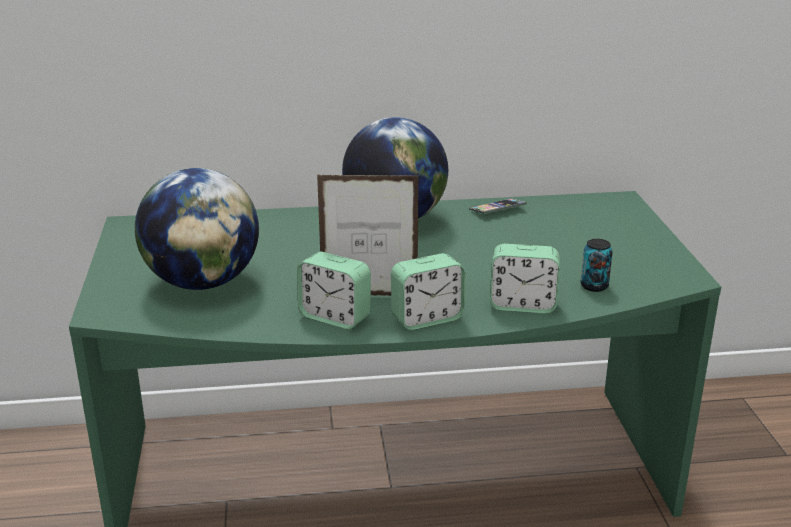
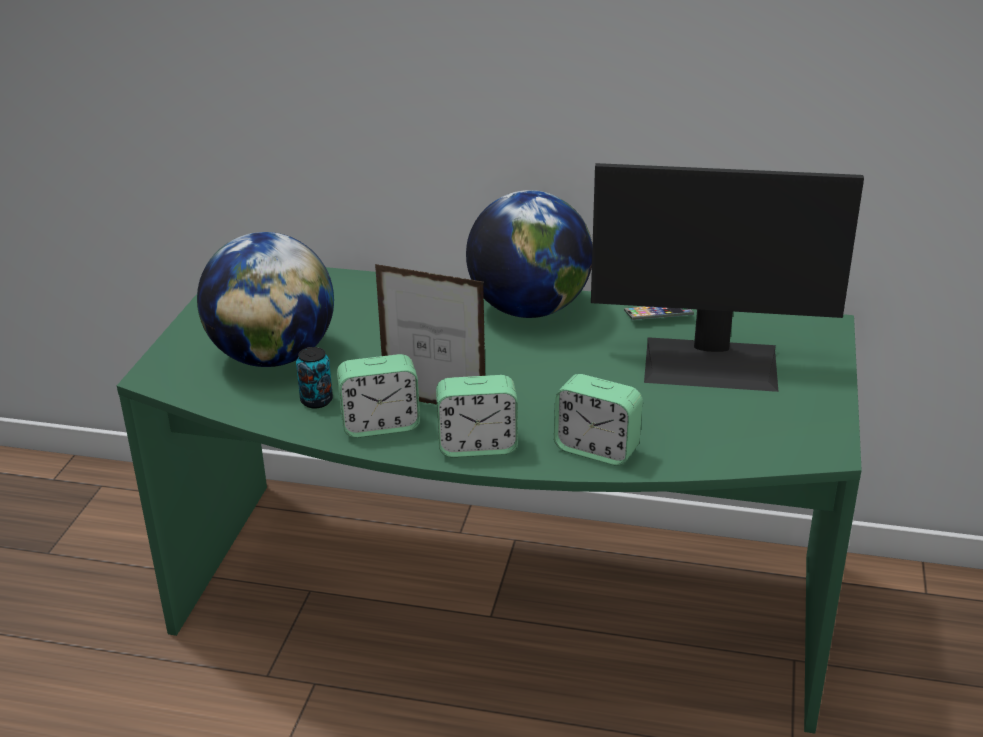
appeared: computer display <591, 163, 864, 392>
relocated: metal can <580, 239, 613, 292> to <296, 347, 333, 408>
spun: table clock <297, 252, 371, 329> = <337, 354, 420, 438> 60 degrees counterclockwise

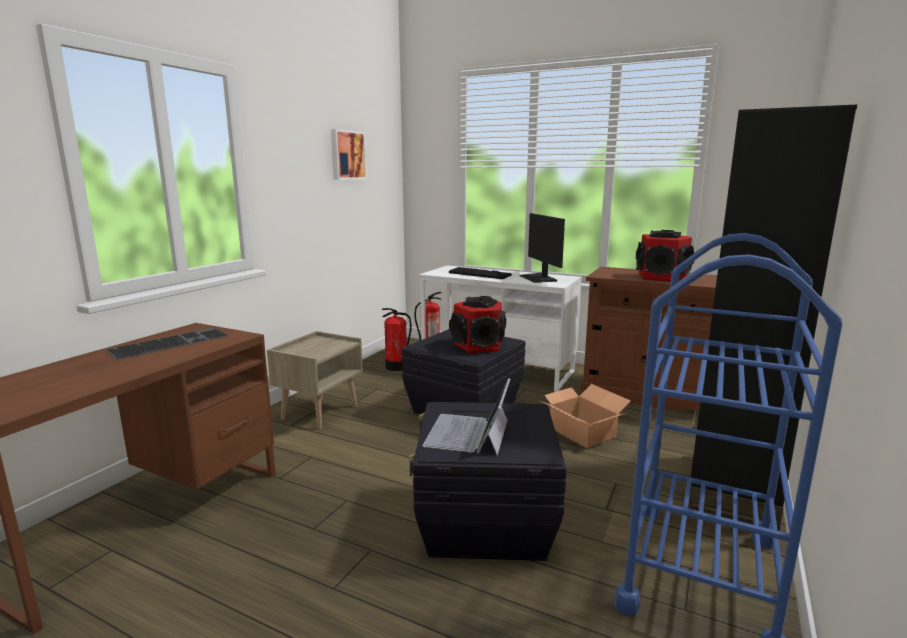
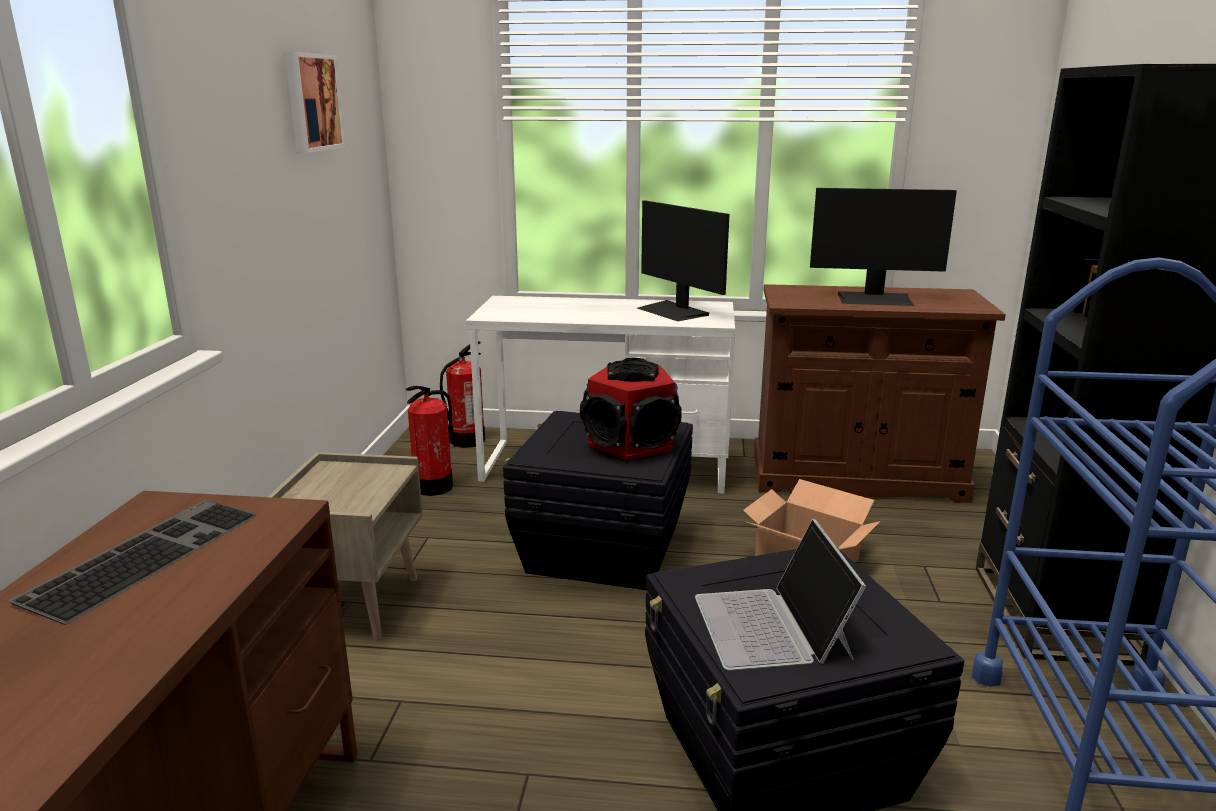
missing: keyboard <449, 267, 511, 279>
exchanged: audio speaker <636, 230, 695, 282> to computer display <810, 188, 957, 306>

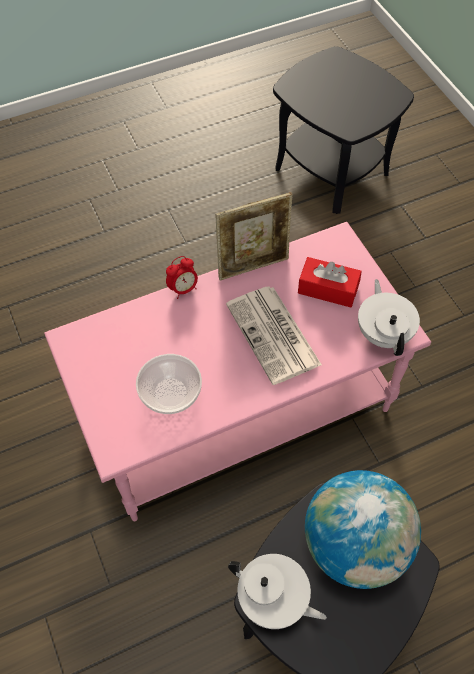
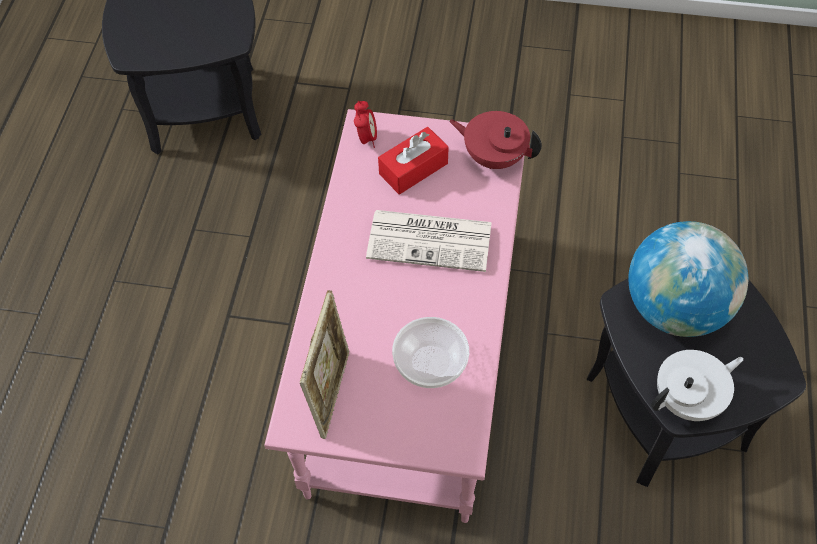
relocated: picture frame <215, 192, 293, 280> to <300, 290, 349, 439>; table clock <166, 256, 198, 299> to <354, 101, 377, 148>
colour: teapot (whitish) <358, 279, 420, 356> to teapot (red) <449, 111, 542, 169>

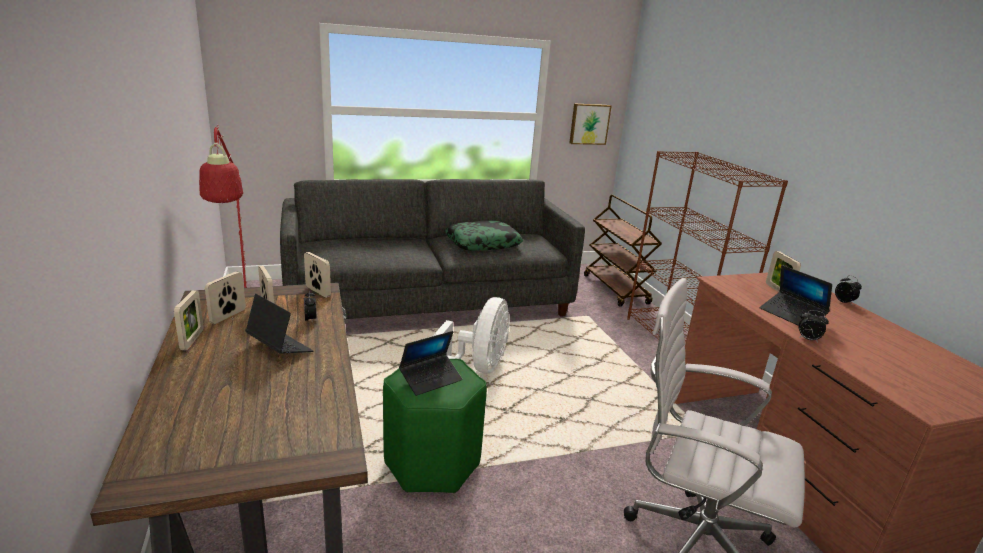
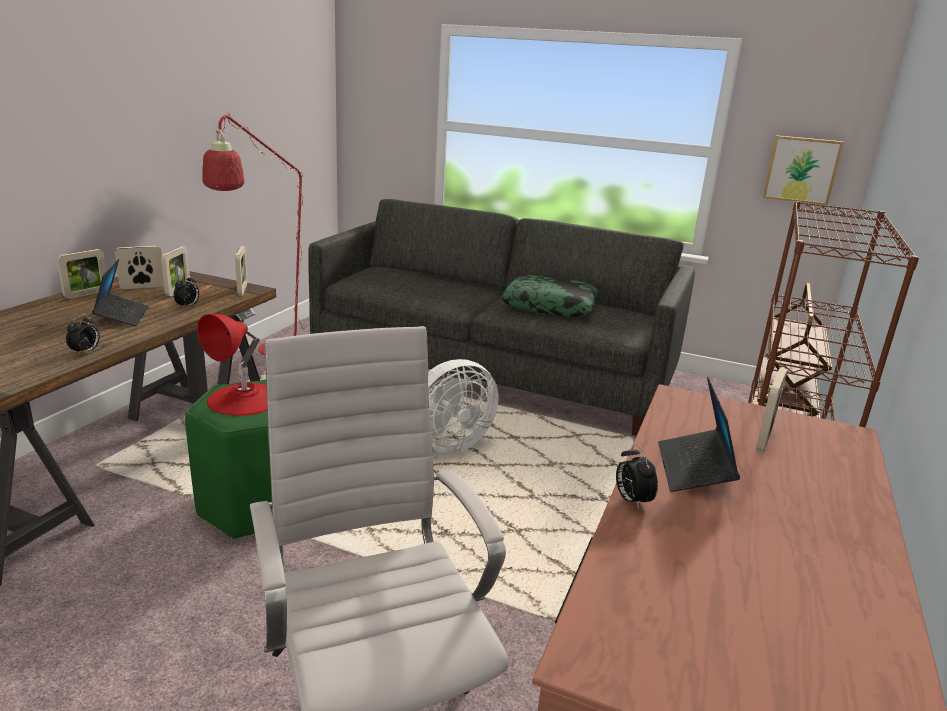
relocated: table clock <835, 275, 862, 305> to <66, 314, 100, 355>
exchanged: laptop <399, 331, 462, 396> to lamp for a table (red) <197, 314, 267, 416>

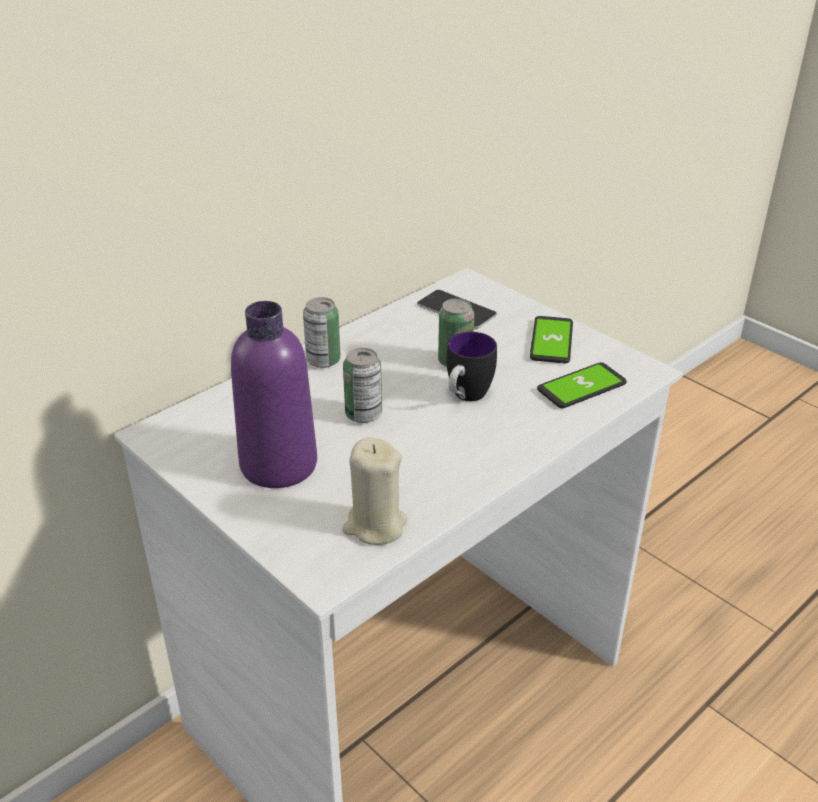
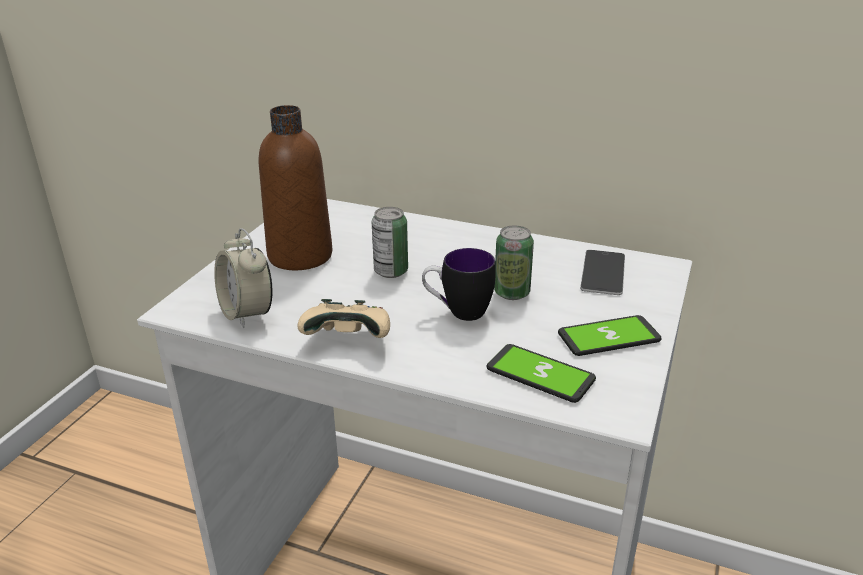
missing: metal can <303, 297, 341, 368>
appeared: game controller (beige-coloured) <297, 299, 390, 338>
exchanged: wax candle (beige-coloured) <342, 437, 407, 545> to table clock <214, 228, 272, 328>
colour: drink bottle (purplish) <231, 301, 317, 488> to drink bottle (brown-coloured) <259, 105, 332, 270>

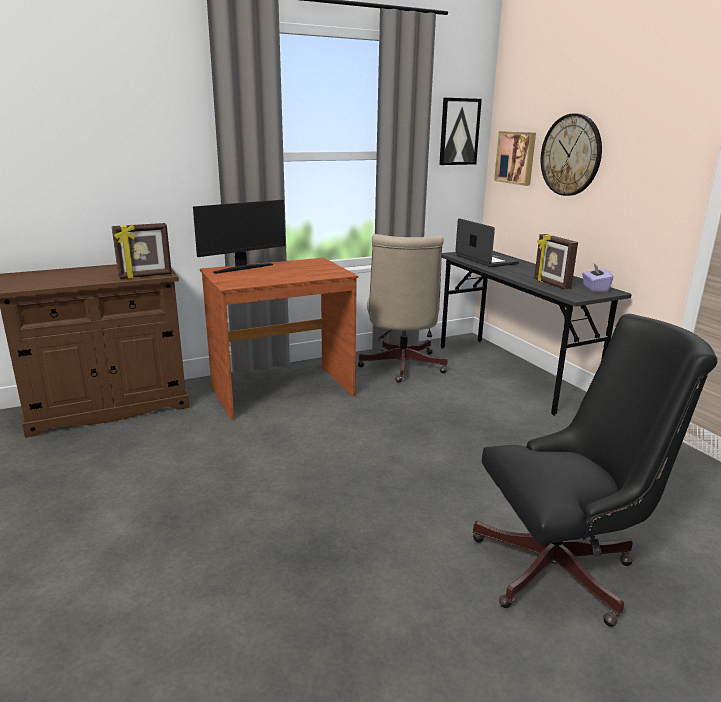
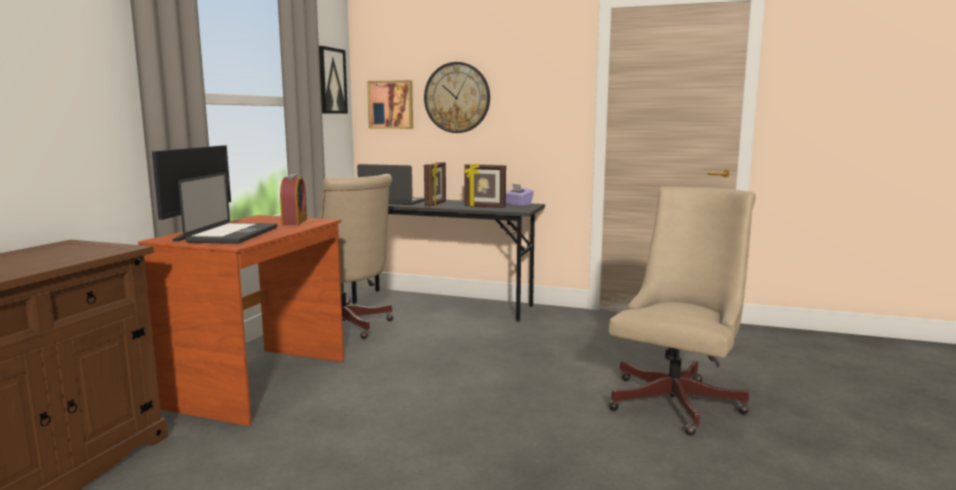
appeared: laptop <178, 172, 277, 244>; table clock <280, 174, 307, 225>
relocated: picture frame <112, 223, 172, 279> to <424, 162, 446, 206>
colour: computer chair (black-coloured) <473, 314, 717, 627> to computer chair (beige-coloured) <608, 187, 756, 435>

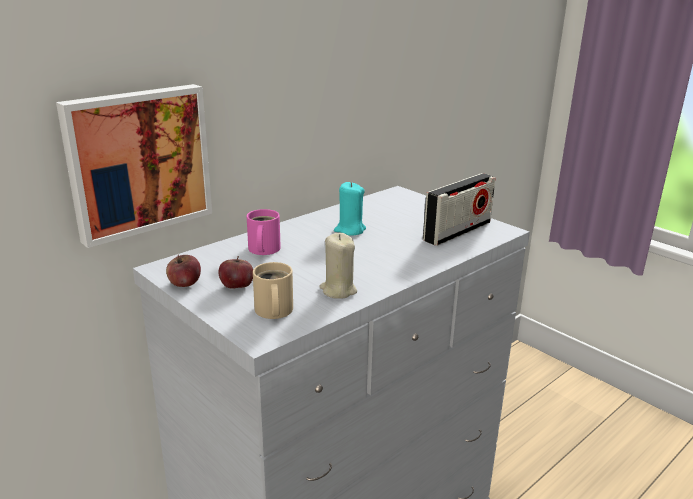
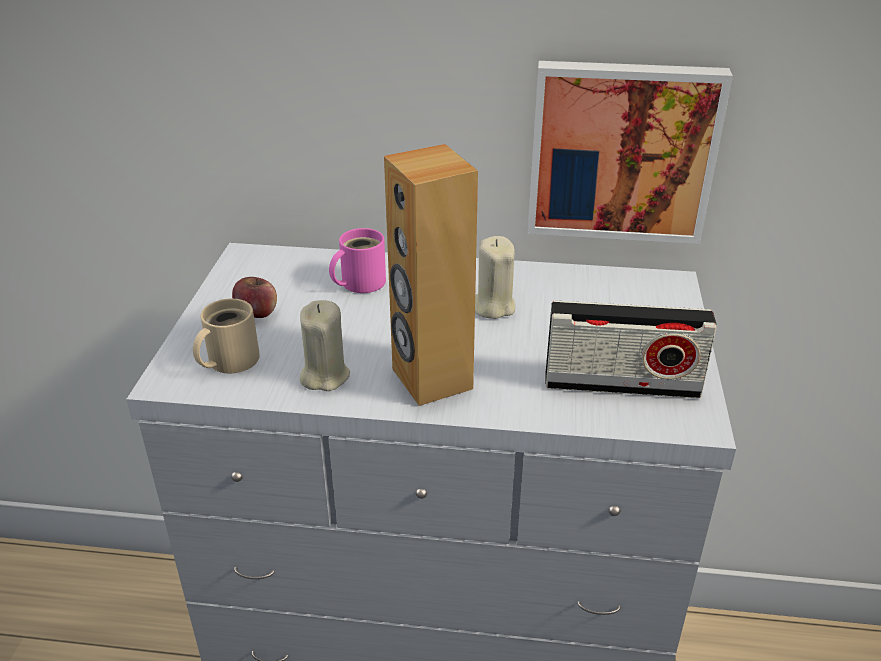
missing: apple fruit <166, 255, 201, 287>
appeared: audio speaker (brown-coloured) <384, 144, 478, 406>
relocated: picture <56, 84, 212, 248> to <527, 61, 733, 244>
colour: wax candle (blue-green) <334, 182, 366, 236> to wax candle (beige-coloured) <475, 236, 515, 319>

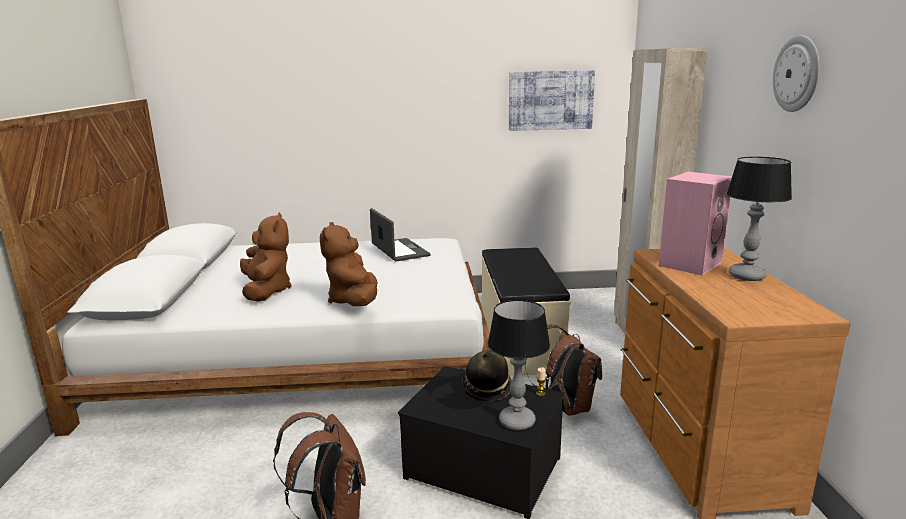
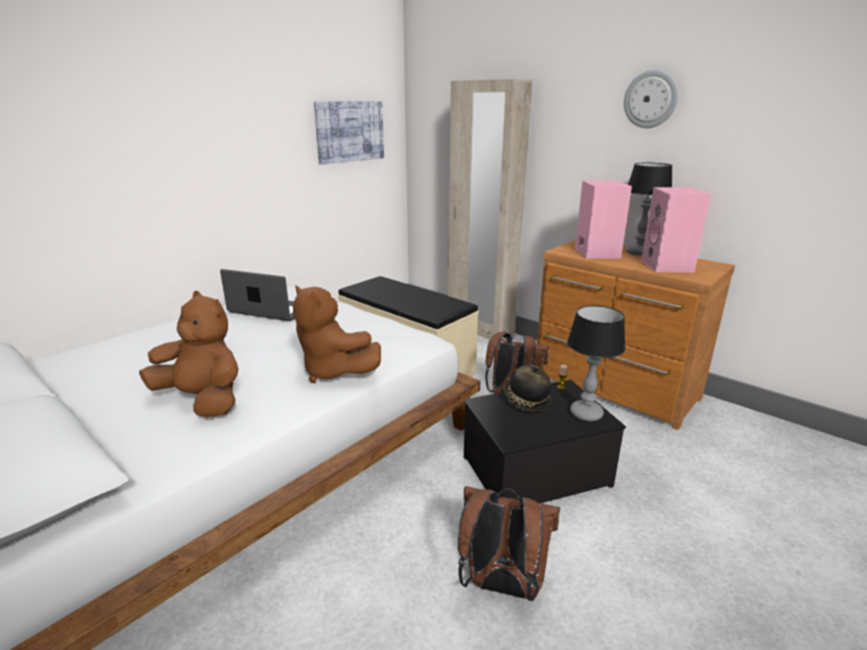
appeared: audio speaker (pink) <641, 187, 711, 273>

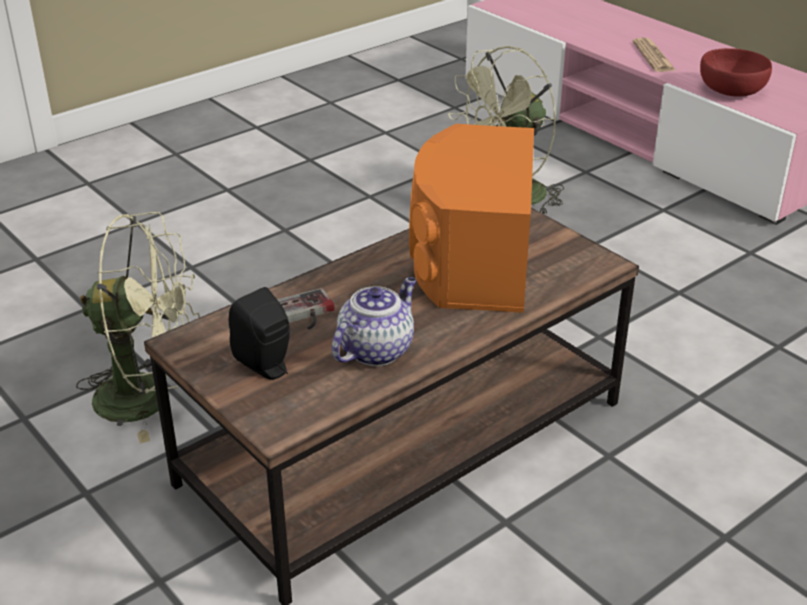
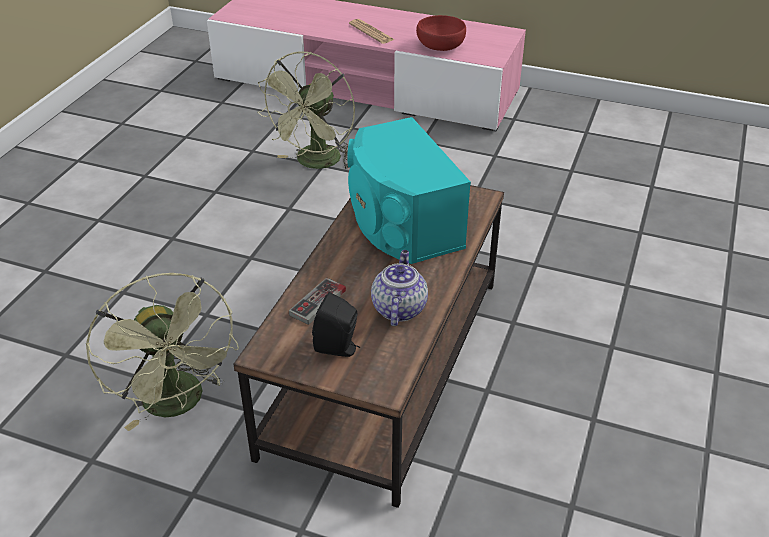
colour: audio speaker (orangey) <409, 124, 534, 313> to audio speaker (blue-green) <347, 117, 471, 264>
spun: cooling fan (green) <76, 212, 200, 444> = <86, 273, 239, 431> 90 degrees clockwise

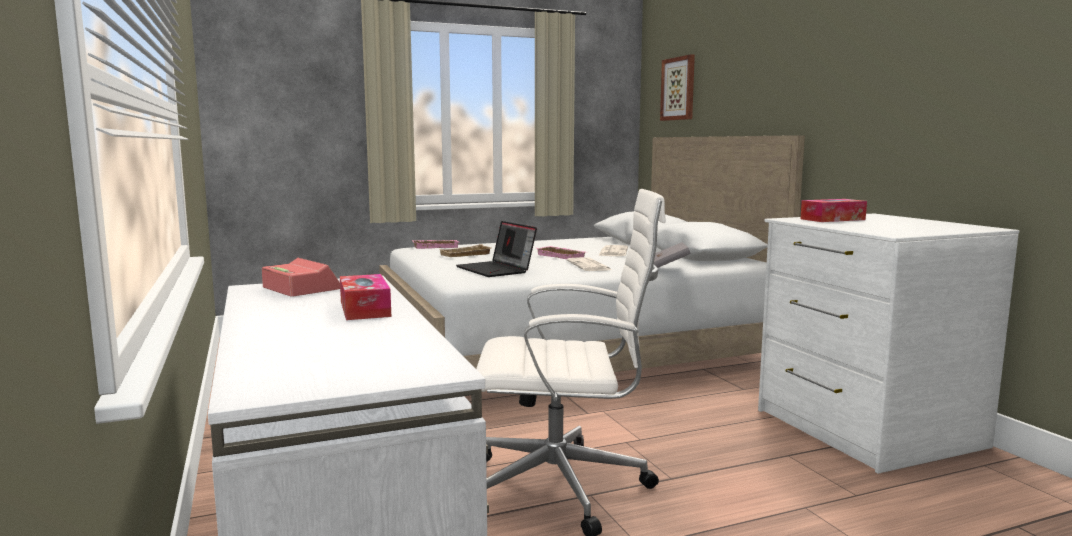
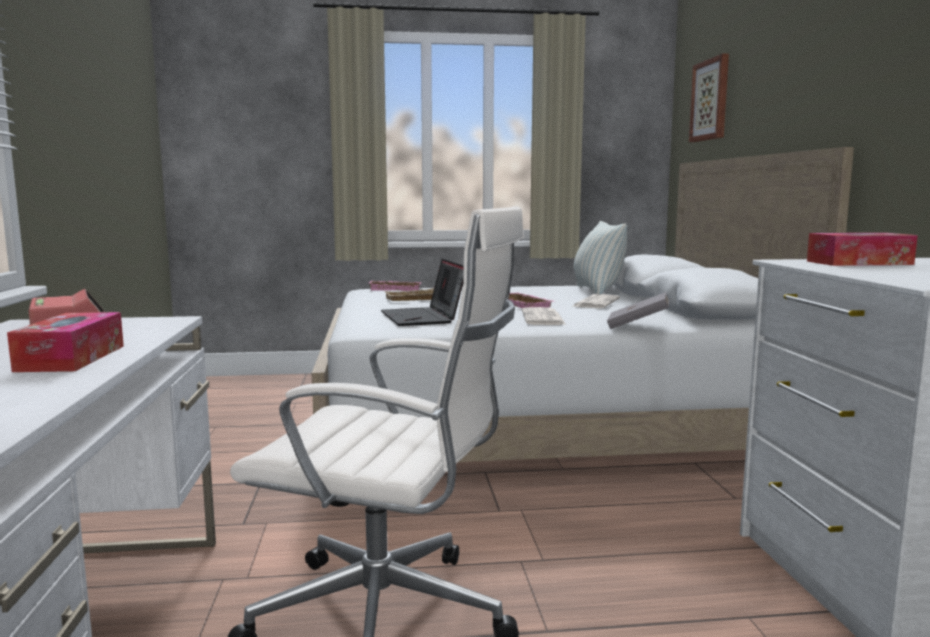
appeared: throw pillow <574, 221, 627, 294>

